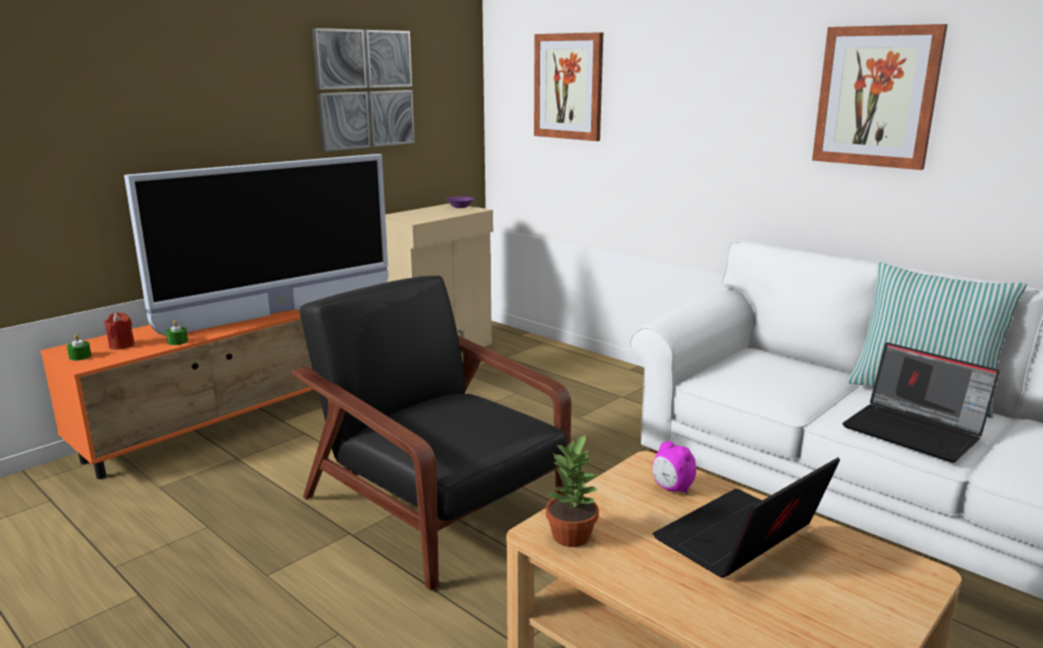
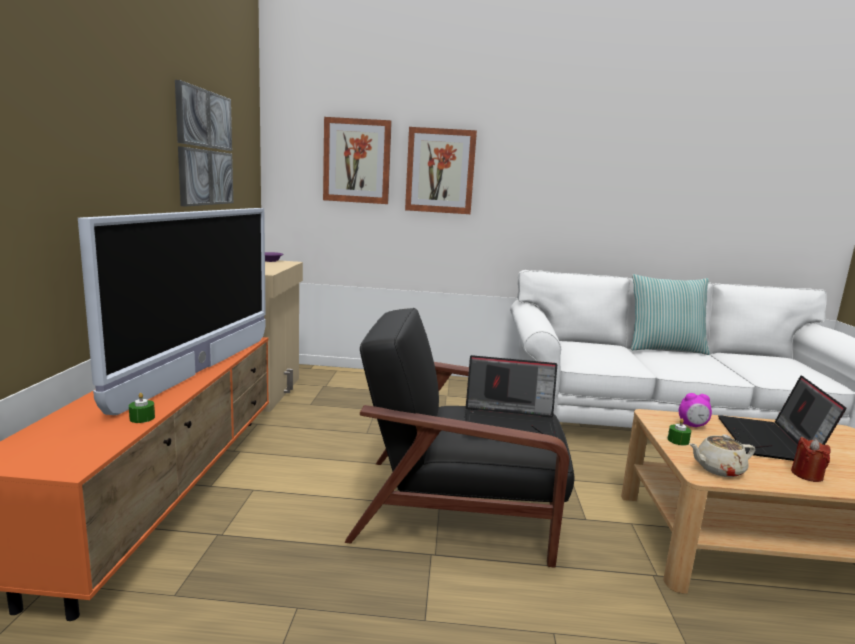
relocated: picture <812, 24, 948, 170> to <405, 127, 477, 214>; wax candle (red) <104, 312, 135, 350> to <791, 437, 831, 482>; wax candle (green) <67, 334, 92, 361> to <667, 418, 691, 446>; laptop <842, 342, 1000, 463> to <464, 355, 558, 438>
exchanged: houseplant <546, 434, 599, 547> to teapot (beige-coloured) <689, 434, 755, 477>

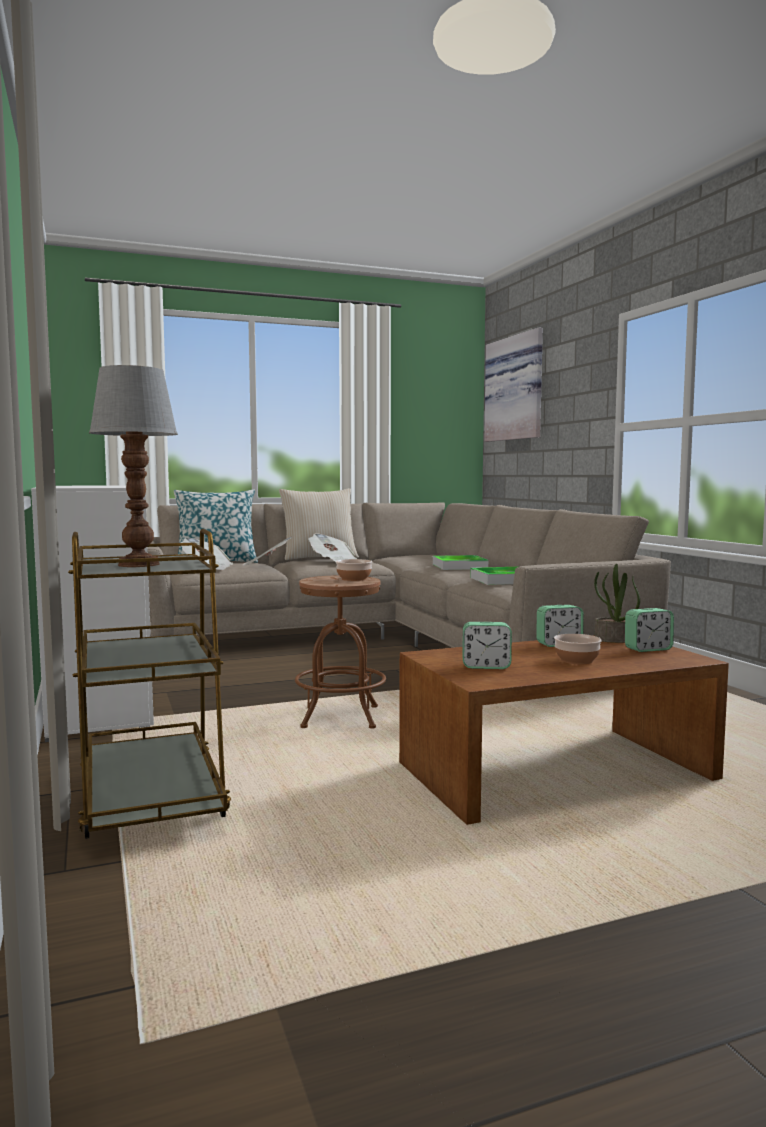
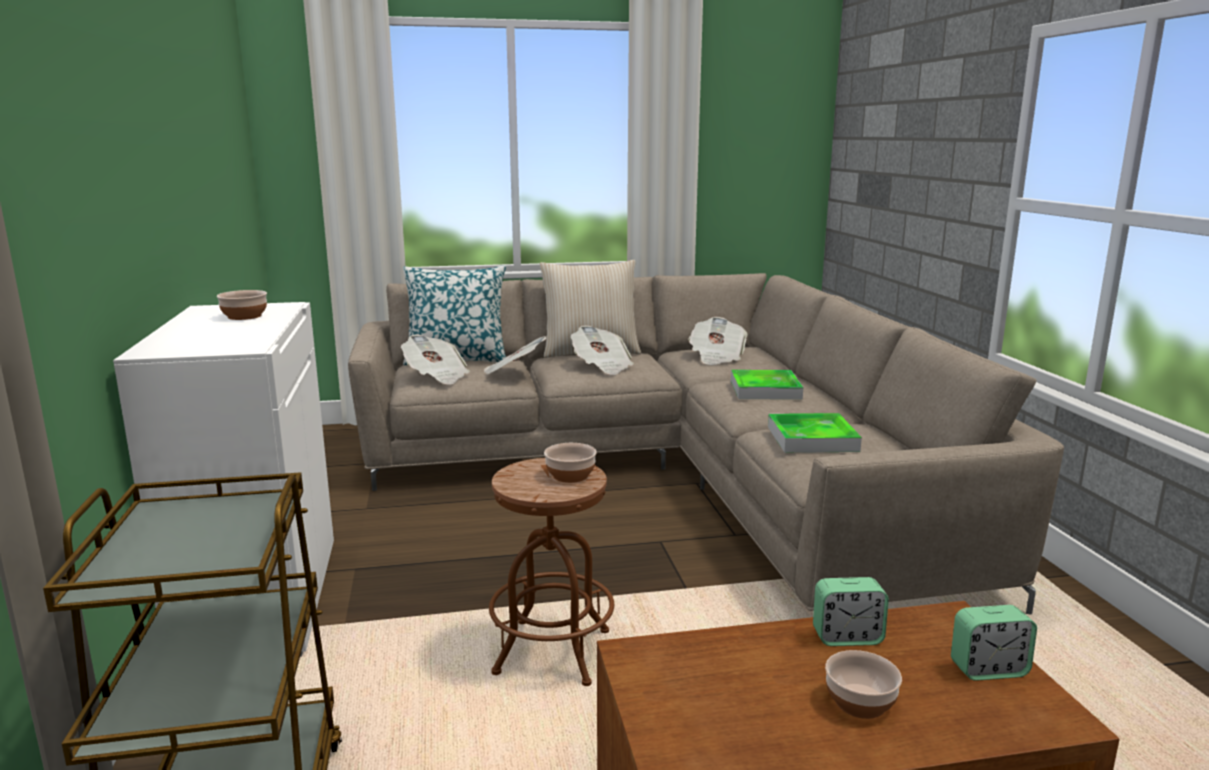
missing: picture <484, 327, 543, 442>; lamp for a table <89, 365, 178, 567>; houseplant <594, 564, 640, 643>; table clock <462, 622, 512, 669>
appeared: deep dish <217, 290, 267, 320>; newspaper <688, 317, 748, 365>

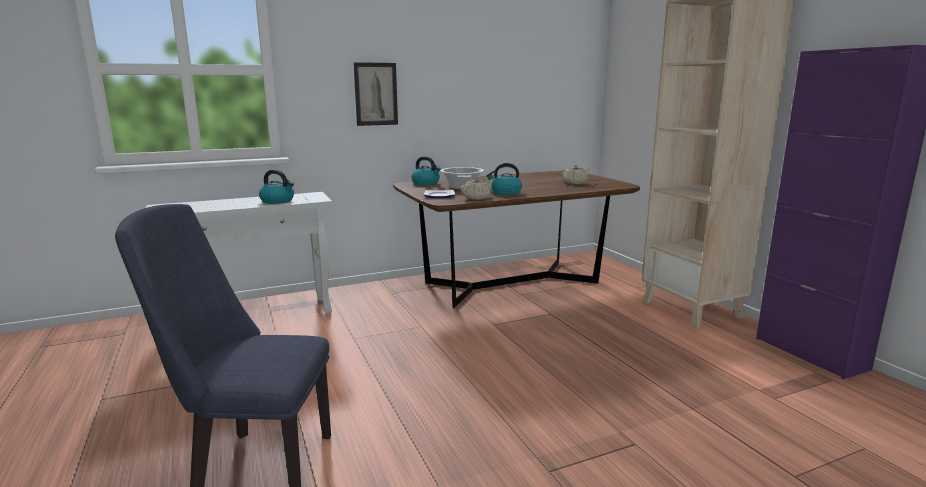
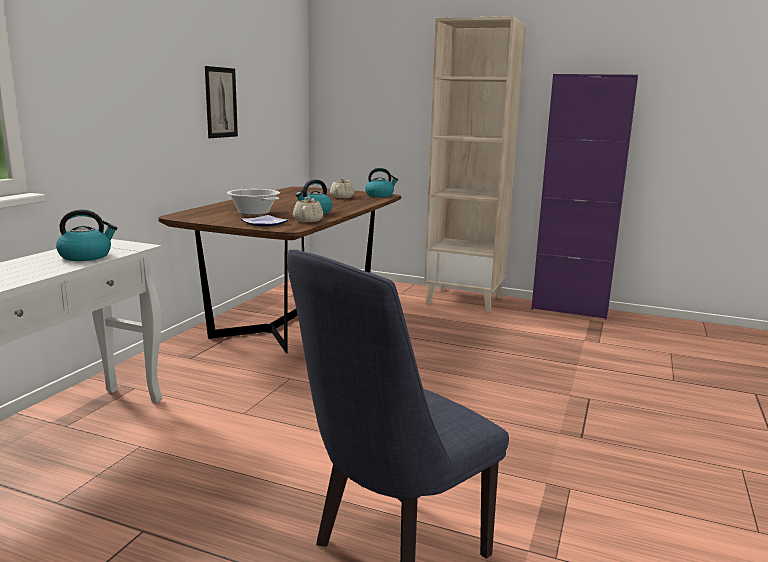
relocated: picture <354, 62, 398, 126> to <205, 66, 238, 138>; tea kettle <411, 156, 441, 185> to <365, 168, 398, 197>

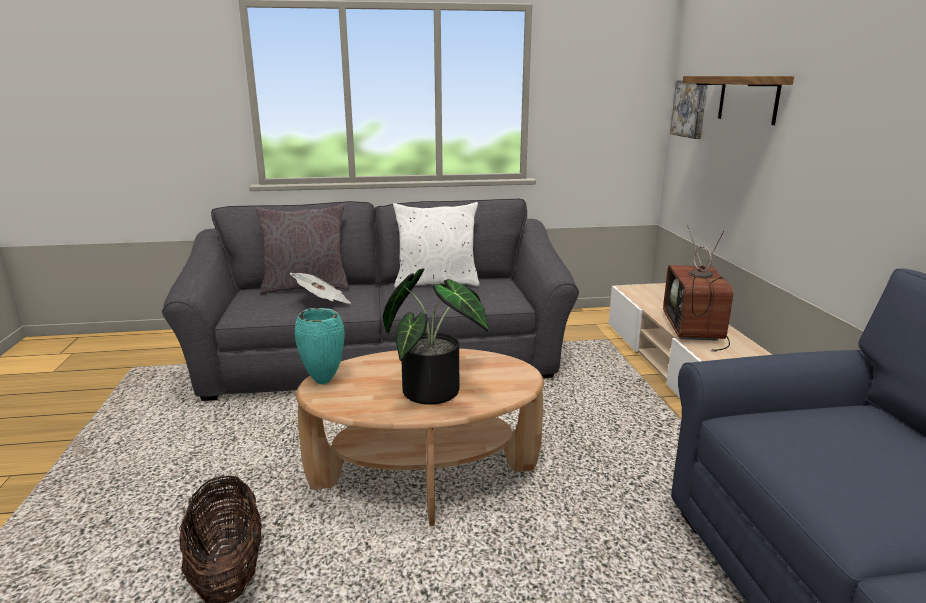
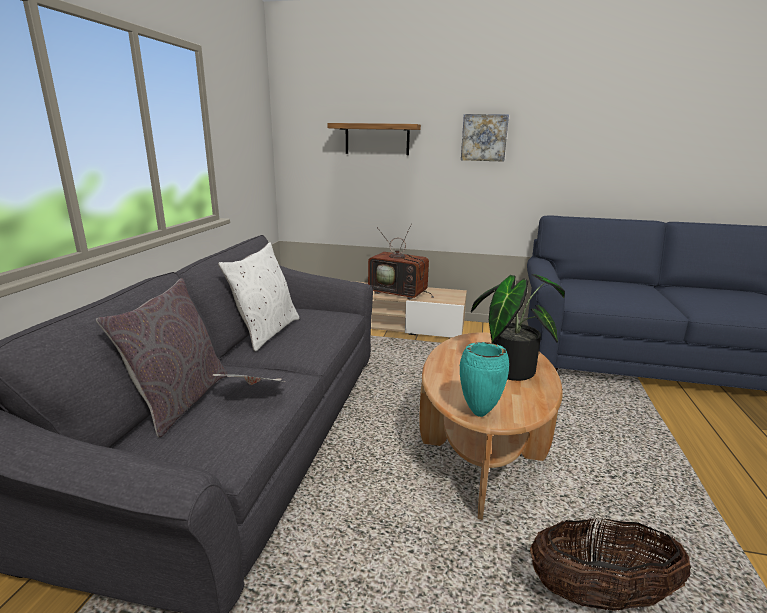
relocated: picture <670, 80, 708, 139> to <461, 114, 509, 162>

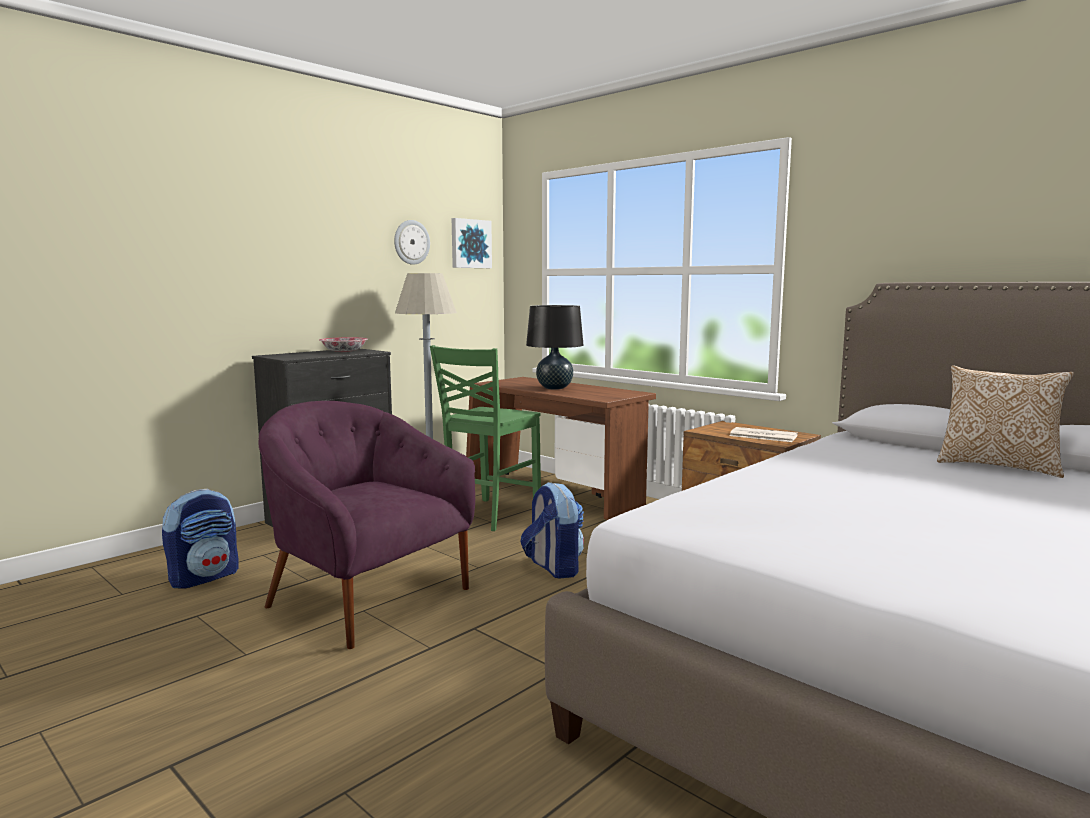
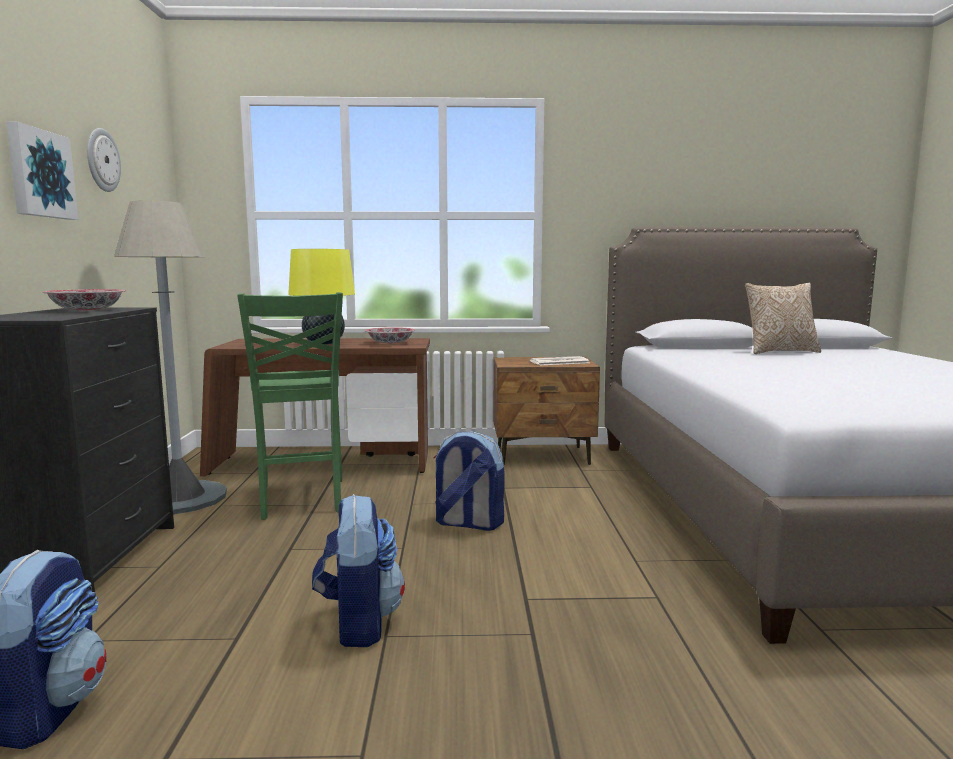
appeared: deep dish <365, 327, 415, 344>
relocated: picture <452, 218, 492, 268> to <6, 121, 78, 220>
exchanged: armchair (purplish) <258, 401, 475, 649> to rucksack <312, 494, 405, 647>
colour: lamp for a table (black-coloured) <526, 305, 583, 389> to lamp for a table (yellowish) <288, 249, 355, 345>

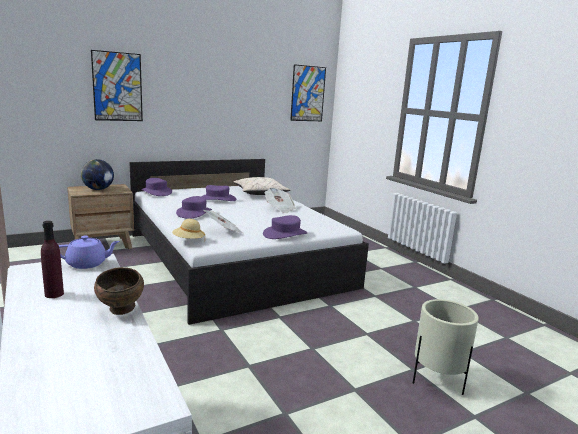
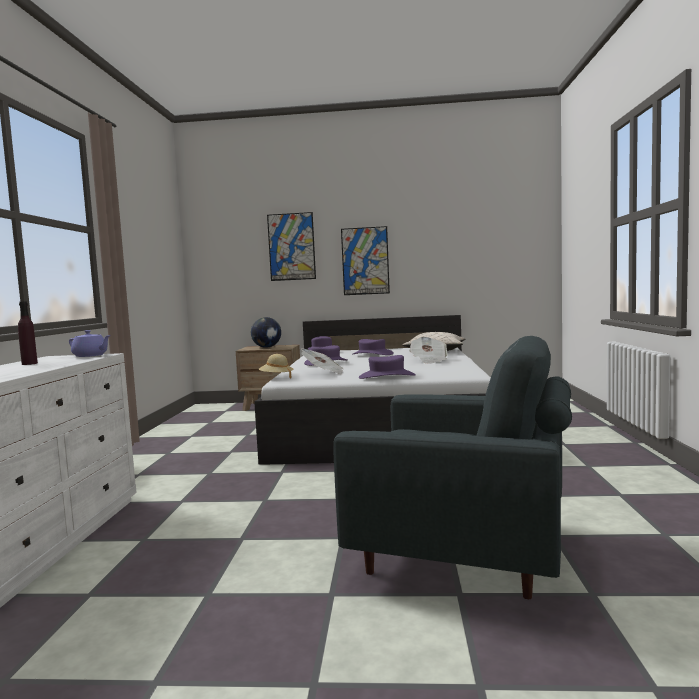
missing: deep dish (brown-coloured) <94, 267, 144, 315>
relocated: picture <290, 64, 326, 121> to <341, 226, 390, 295>
exchanged: plant pot (beige-coloured) <413, 299, 479, 395> to armchair (grey) <333, 336, 572, 599>

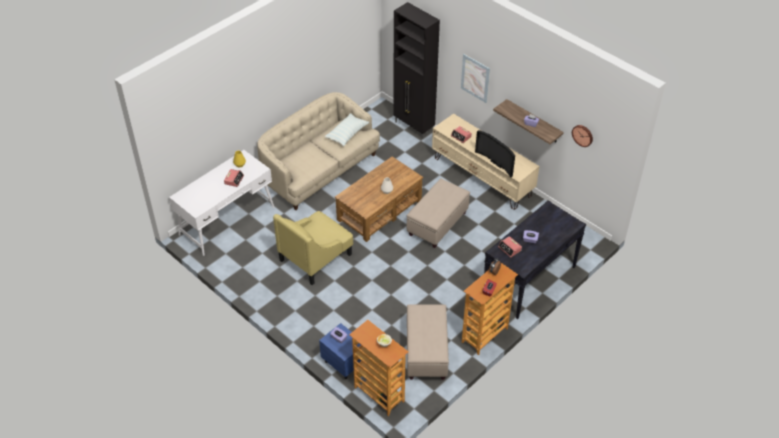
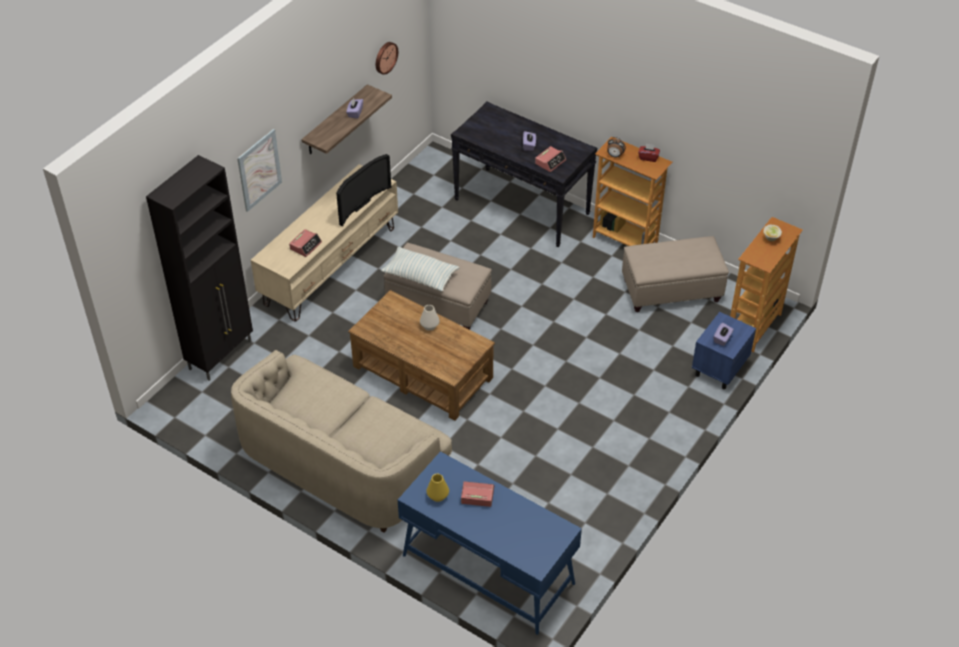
missing: armchair (yellowish) <273, 211, 353, 285>
relocated: throw pillow <325, 113, 369, 146> to <381, 247, 459, 292>
colour: desk unit (whitish) <169, 150, 274, 256> to desk unit (blue) <398, 451, 582, 635>

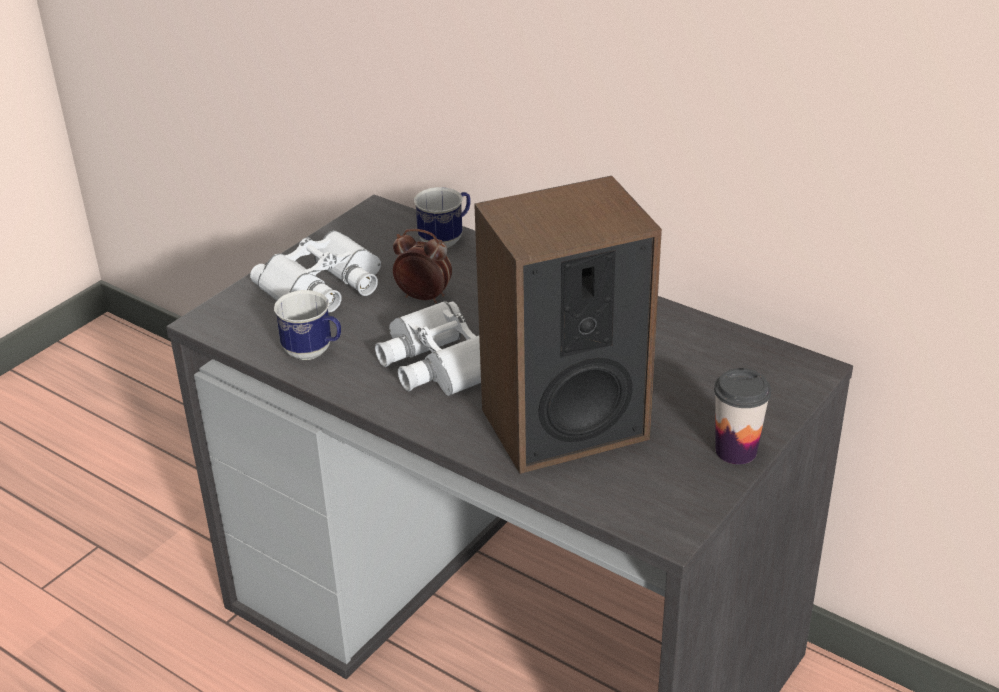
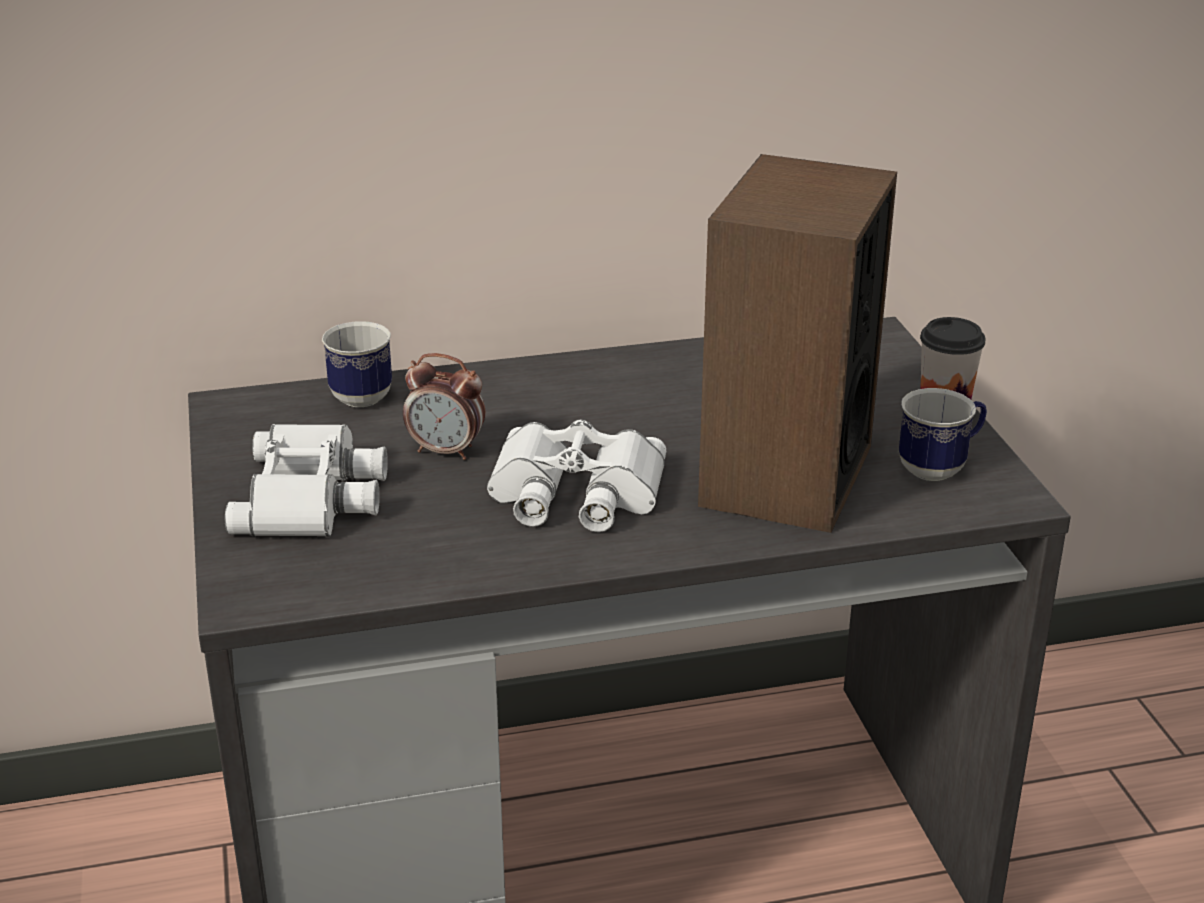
relocated: mug <274, 290, 341, 360> to <899, 388, 987, 481>
spun: table clock <393, 229, 452, 303> = <403, 353, 485, 460> 135 degrees counterclockwise

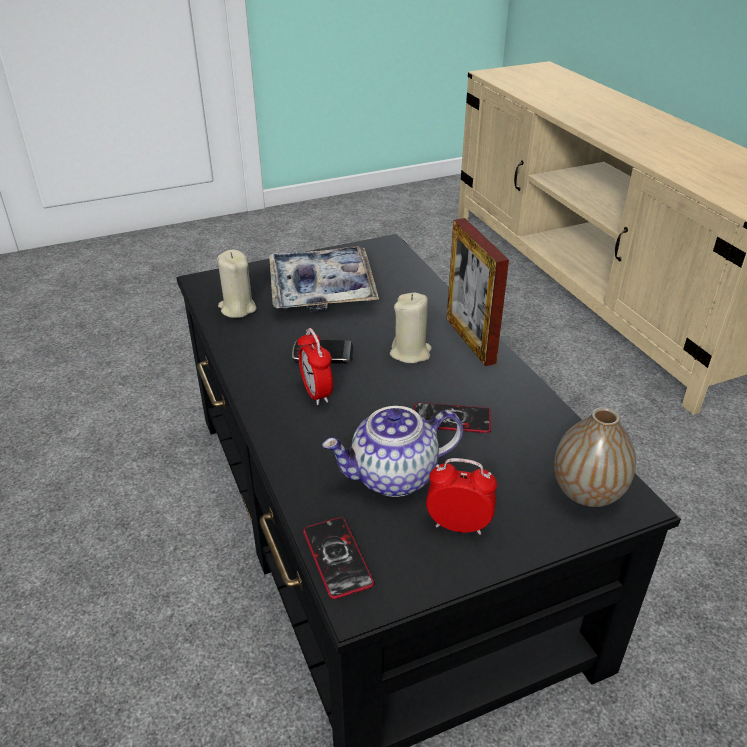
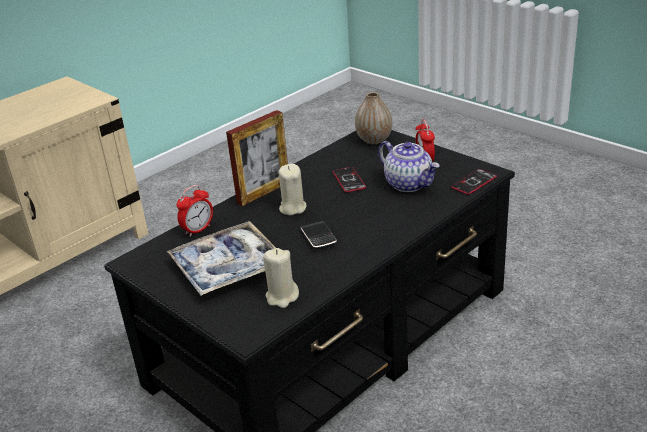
relocated: table clock <297, 328, 333, 405> to <176, 185, 213, 237>

